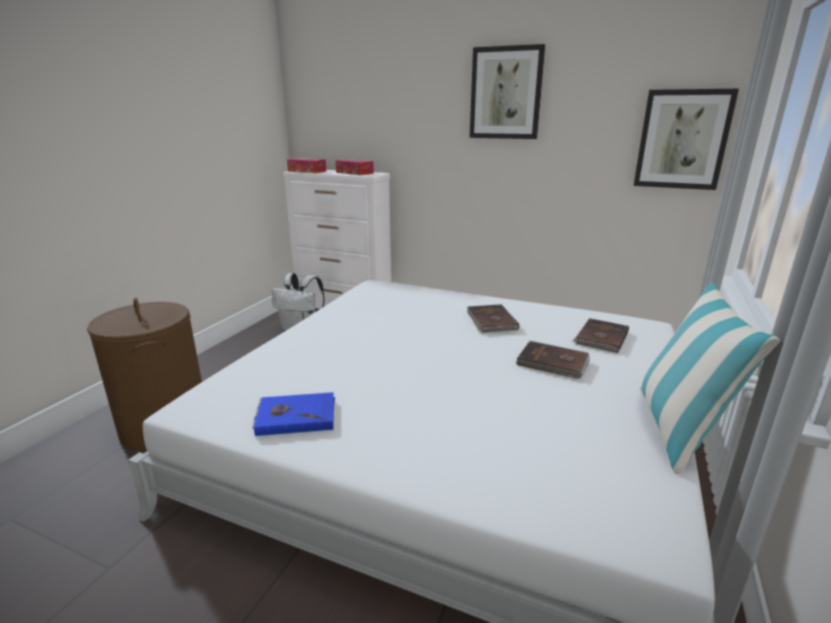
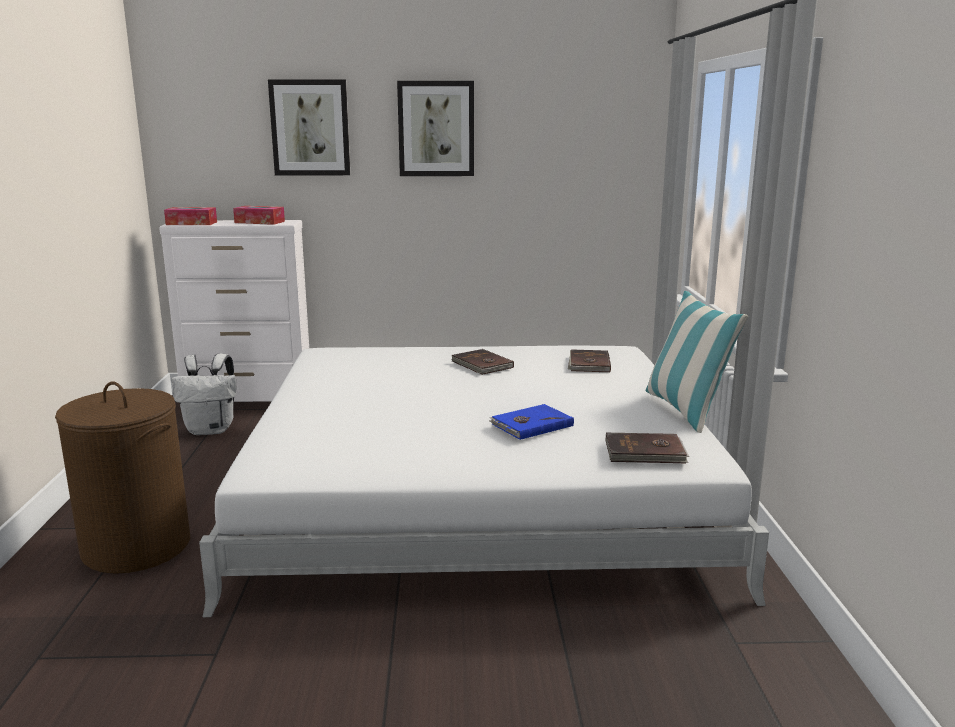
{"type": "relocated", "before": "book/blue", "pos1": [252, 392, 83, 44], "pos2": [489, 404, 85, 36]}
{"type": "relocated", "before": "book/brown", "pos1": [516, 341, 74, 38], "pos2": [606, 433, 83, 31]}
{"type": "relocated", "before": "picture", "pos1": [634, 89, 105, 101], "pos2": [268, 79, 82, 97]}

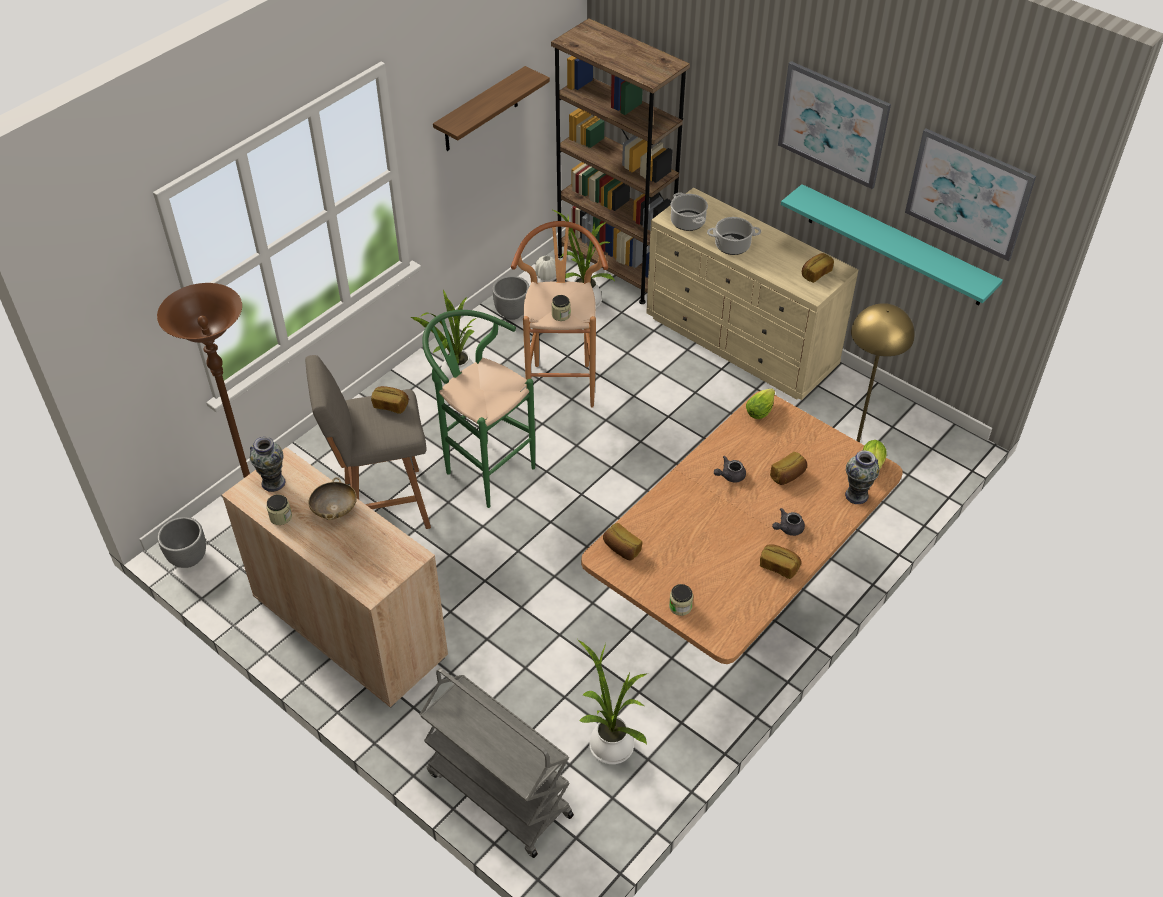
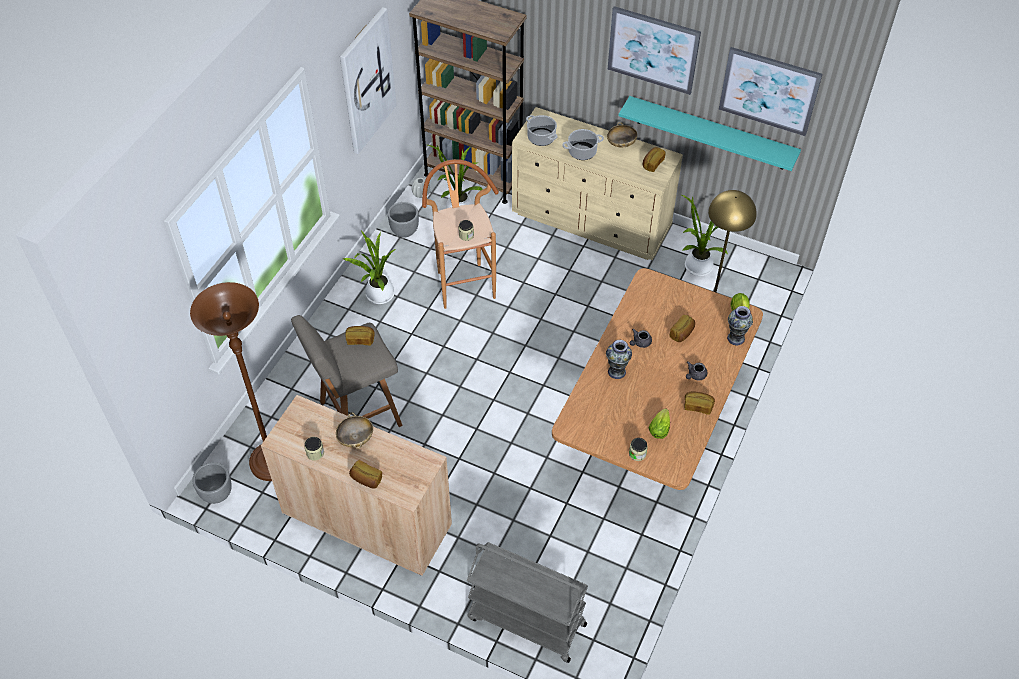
{"type": "relocated", "before": "vase", "pos1": [250, 437, 36, 55], "pos2": [606, 340, 26, 39]}
{"type": "missing", "before": "stool/green", "pos1": [422, 310, 113, 198]}
{"type": "exchanged", "before": "shelf", "after": "picture", "pos1": [433, 66, 117, 85], "pos2": [340, 7, 57, 147]}
{"type": "relocated", "before": "potted plant", "pos1": [578, 640, 70, 124], "pos2": [680, 194, 48, 82]}
{"type": "relocated", "before": "bread", "pos1": [603, 523, 39, 37], "pos2": [349, 460, 33, 29]}
{"type": "relocated", "before": "lettuce", "pos1": [746, 389, 29, 30], "pos2": [649, 408, 21, 31]}
{"type": "appeared", "after": "bowl/beige", "pos2": [607, 122, 30, 25]}

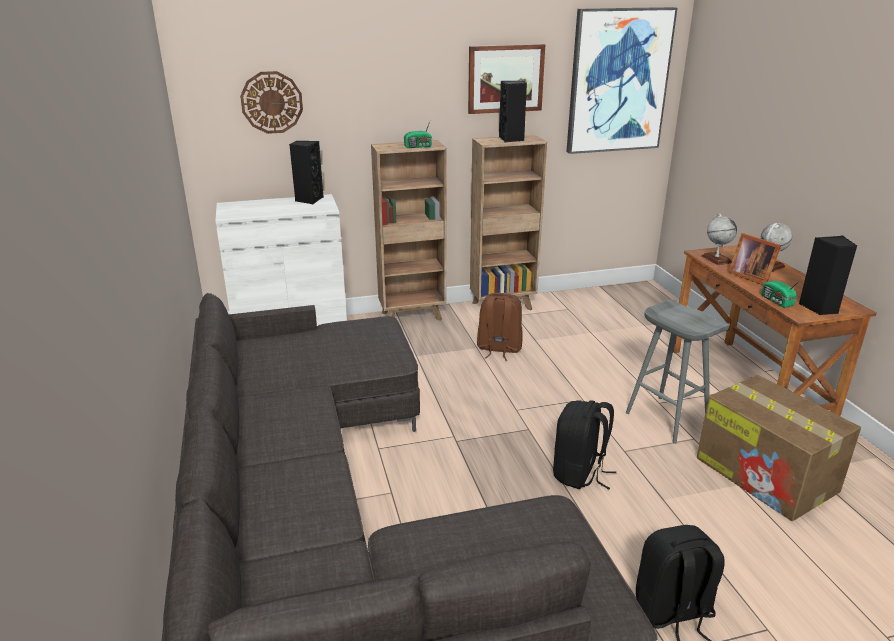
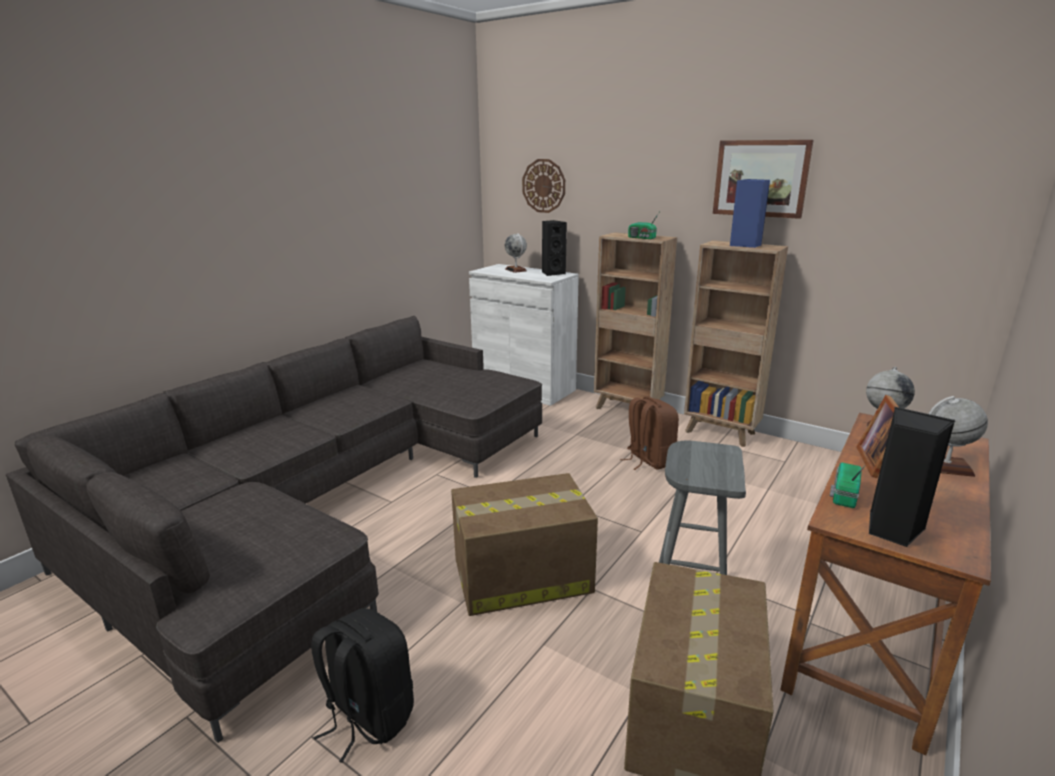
{"type": "colour", "before": "speaker/black", "after": "speaker/blue", "pos1": [499, 81, 28, 61], "pos2": [730, 179, 40, 69]}
{"type": "exchanged", "before": "backpack/black", "after": "cardboard box", "pos1": [553, 400, 63, 89], "pos2": [451, 473, 147, 143]}
{"type": "missing", "before": "picture", "pos1": [566, 7, 112, 147]}
{"type": "appeared", "after": "globe", "pos2": [505, 233, 22, 40]}

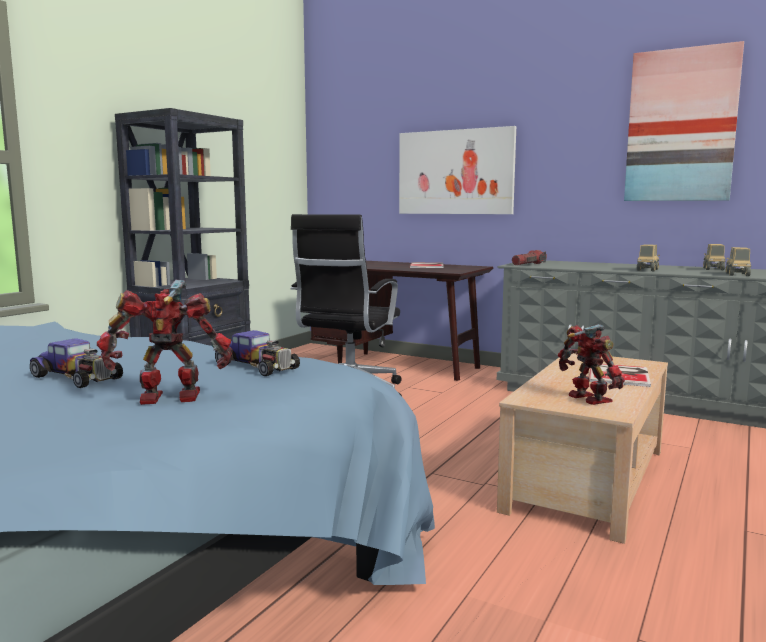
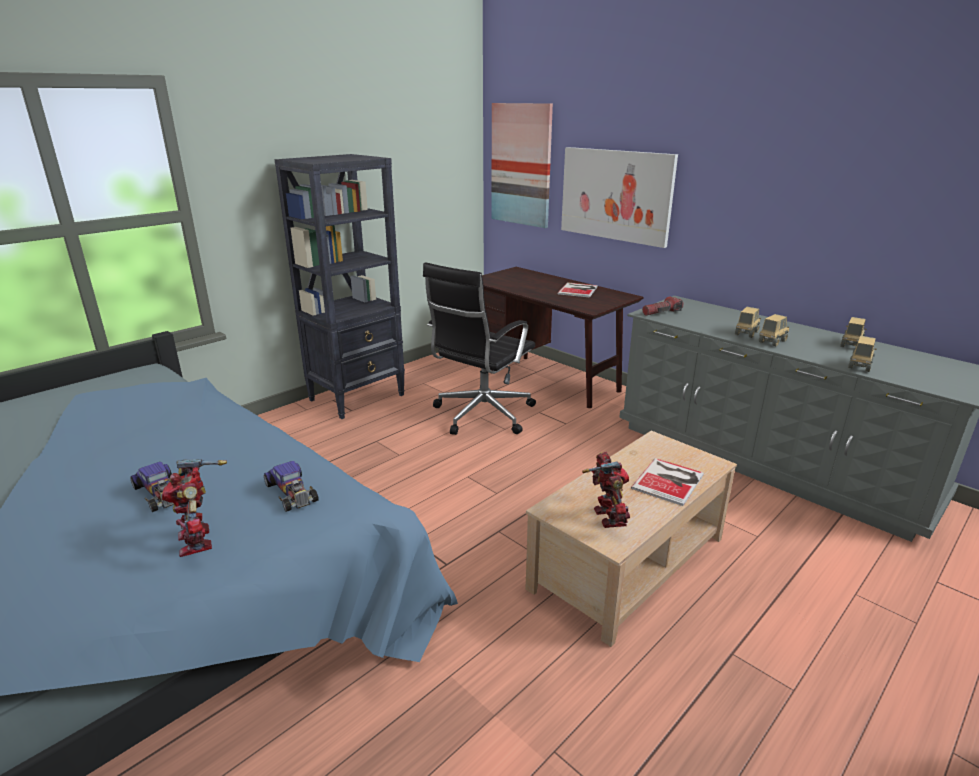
{"type": "spun", "before": "toy robot", "pos1": [97, 280, 135, 125], "pos2": [162, 459, 65, 98], "turn": -120}
{"type": "relocated", "before": "picture", "pos1": [624, 41, 120, 160], "pos2": [492, 103, 61, 125]}
{"type": "appeared", "after": "toy truck", "pos2": [735, 307, 26, 31]}

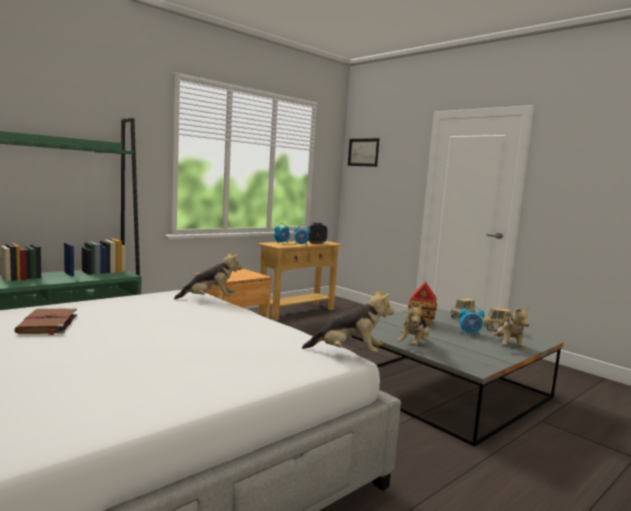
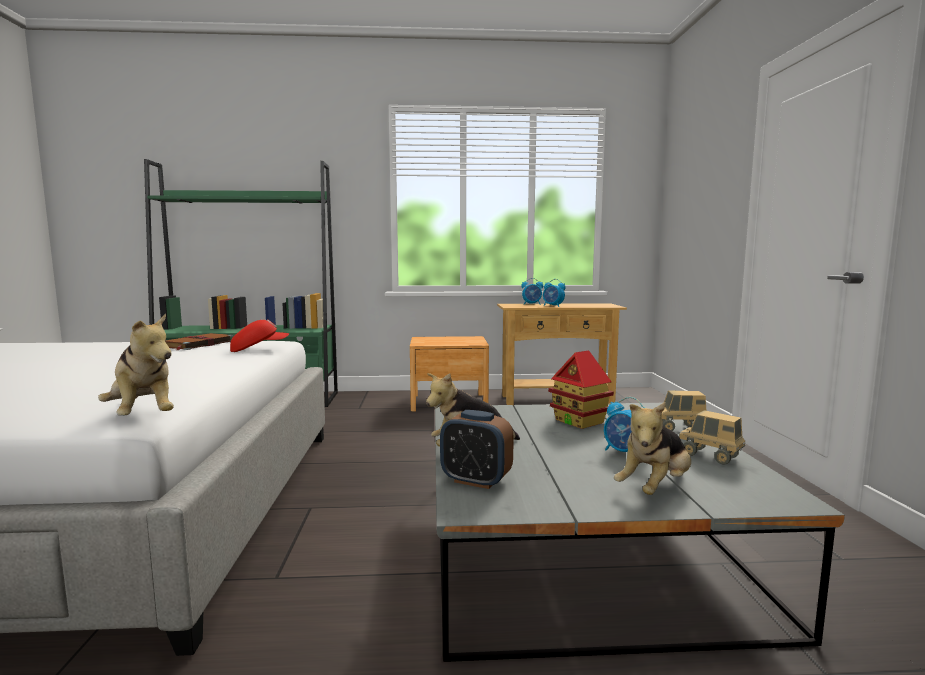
{"type": "relocated", "before": "book/brown", "pos1": [14, 308, 63, 28], "pos2": [165, 333, 69, 17]}
{"type": "exchanged", "before": "plush toy", "after": "cap/red", "pos1": [174, 251, 68, 48], "pos2": [230, 319, 59, 33]}
{"type": "relocated", "before": "alarm clock", "pos1": [307, 223, 21, 21], "pos2": [440, 410, 74, 79]}
{"type": "missing", "before": "picture", "pos1": [348, 138, 31, 29]}

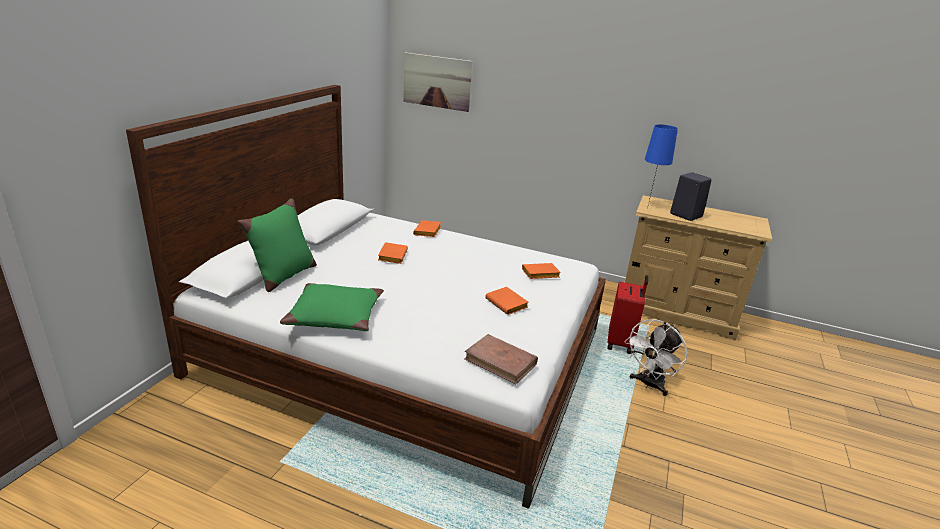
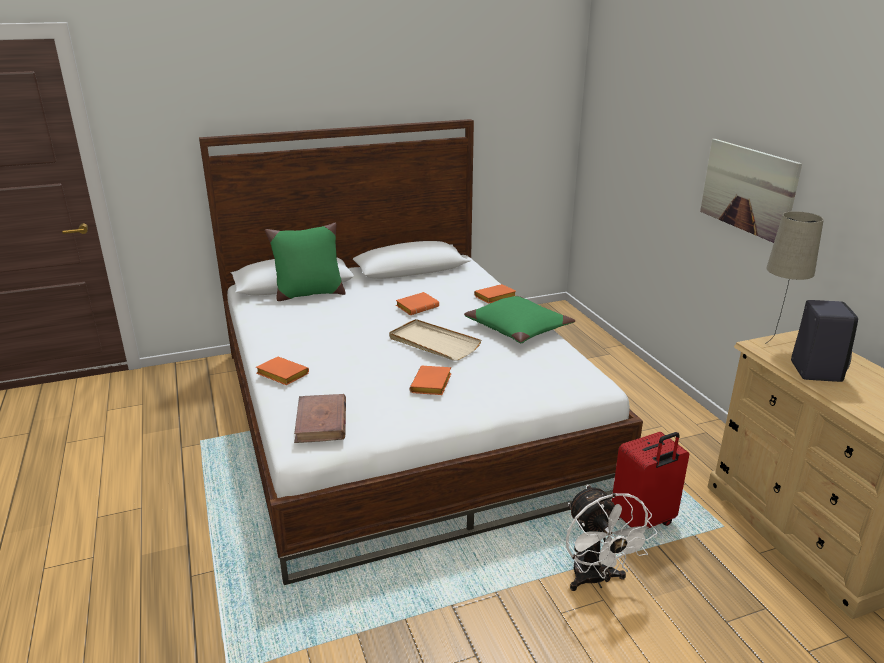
{"type": "relocated", "before": "pillow/green", "pos1": [280, 283, 104, 48], "pos2": [464, 296, 111, 47]}
{"type": "relocated", "before": "picture", "pos1": [403, 52, 70, 60], "pos2": [700, 139, 102, 104]}
{"type": "relocated", "before": "book/orange", "pos1": [522, 263, 39, 16], "pos2": [256, 357, 53, 28]}
{"type": "spun", "before": "fan/white", "pos1": [624, 319, 63, 77], "pos2": [566, 485, 92, 106], "turn": -105}
{"type": "colour", "before": "table lamp/blue", "after": "table lamp/beige", "pos1": [645, 124, 33, 84], "pos2": [765, 211, 59, 133]}
{"type": "appeared", "after": "tray/beige", "pos2": [389, 319, 92, 42]}

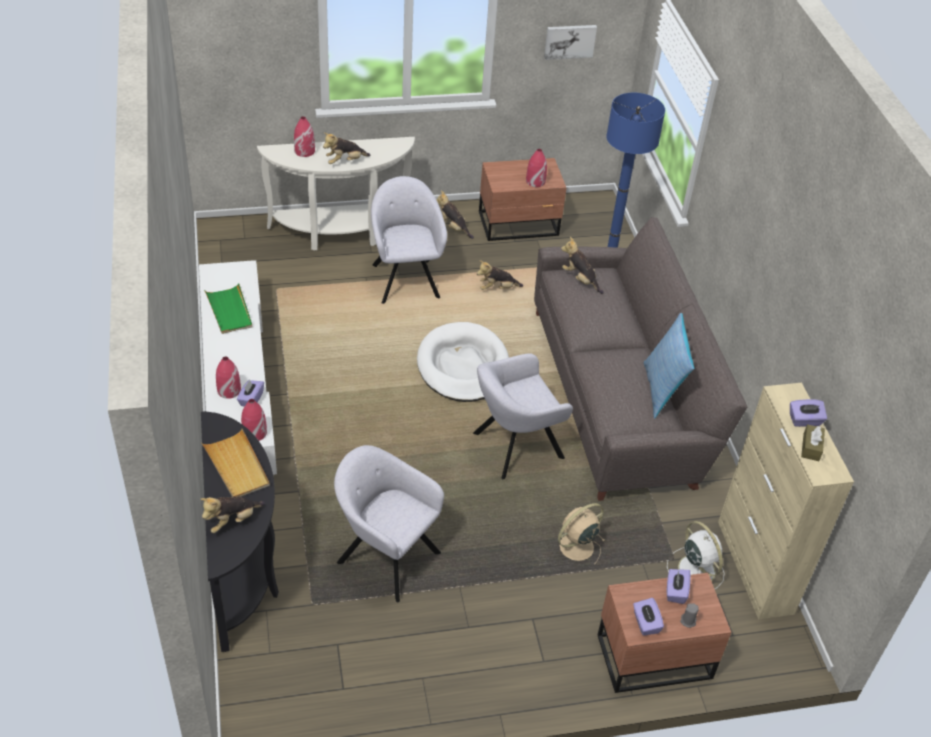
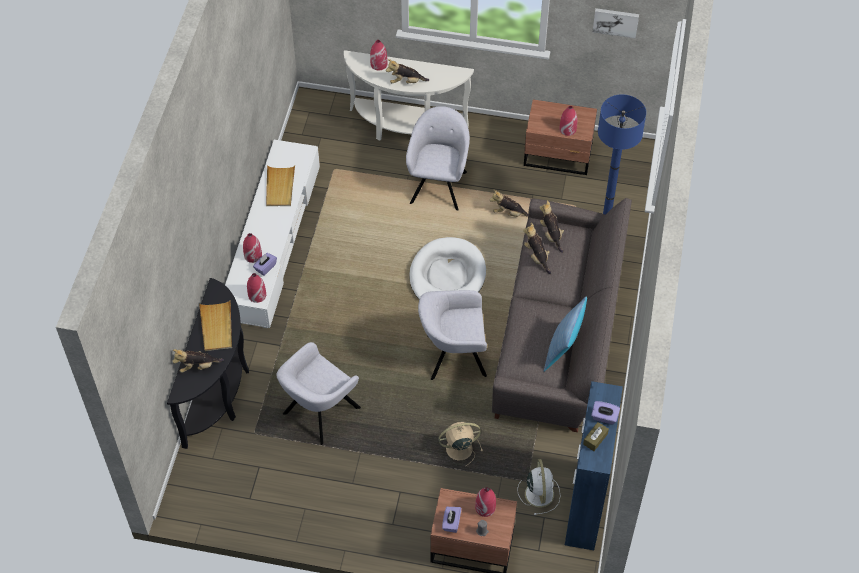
{"type": "colour", "before": "tray/green", "after": "tray/beige", "pos1": [204, 283, 49, 51], "pos2": [266, 165, 29, 41]}
{"type": "spun", "before": "armchair/grey", "pos1": [334, 445, 110, 157], "pos2": [276, 342, 85, 103], "turn": -105}
{"type": "relocated", "before": "plush toy", "pos1": [436, 190, 38, 49], "pos2": [523, 223, 28, 51]}
{"type": "exchanged", "before": "tissue box/purple", "after": "vase/red", "pos1": [667, 569, 24, 35], "pos2": [475, 487, 21, 30]}
{"type": "colour", "before": "cabinet/beige", "after": "cabinet/blue", "pos1": [718, 383, 136, 236], "pos2": [565, 381, 58, 169]}

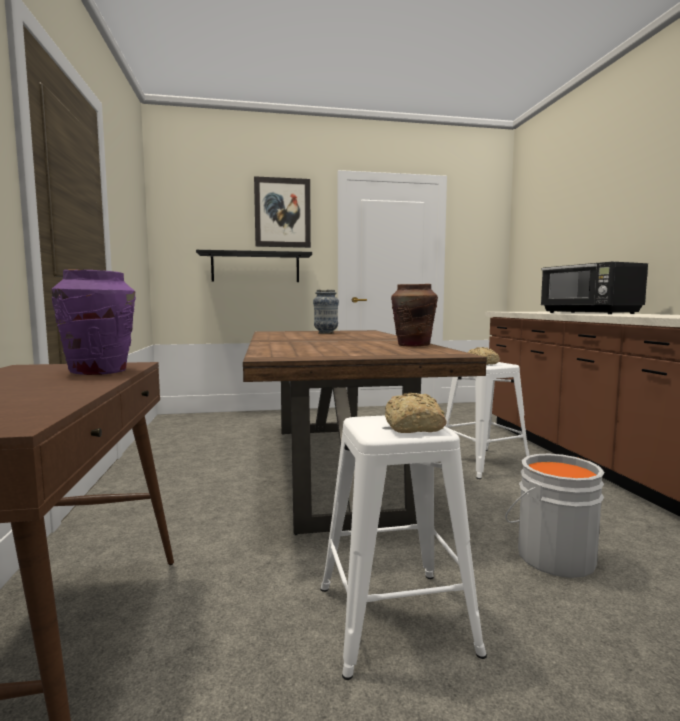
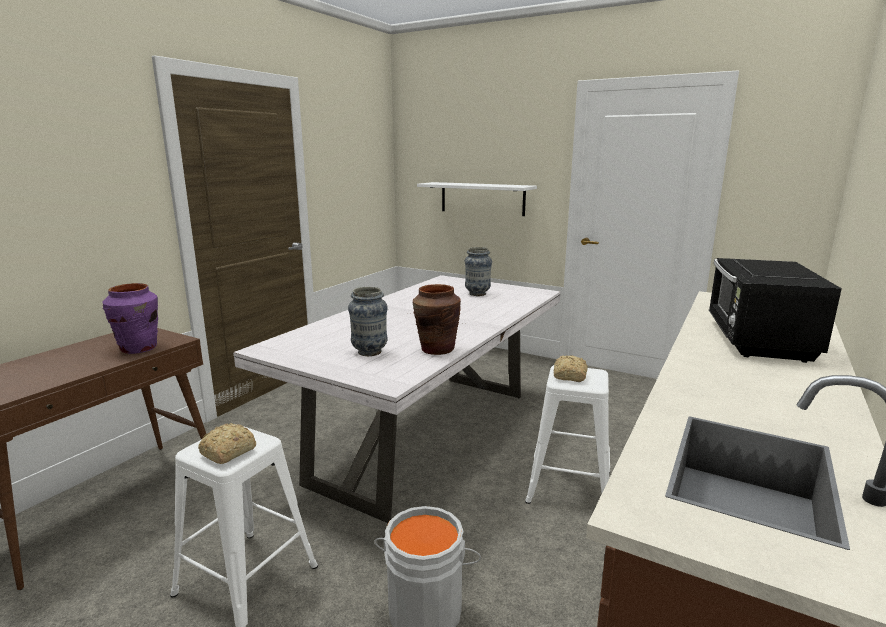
{"type": "colour", "before": "shelf/black", "after": "shelf/white", "pos1": [196, 250, 116, 32], "pos2": [417, 182, 120, 34]}
{"type": "colour", "before": "dining table/brown", "after": "dining table/white", "pos1": [243, 330, 244, 205], "pos2": [233, 275, 328, 248]}
{"type": "missing", "before": "picture", "pos1": [254, 176, 57, 72]}
{"type": "appeared", "after": "vase", "pos2": [348, 287, 40, 69]}

